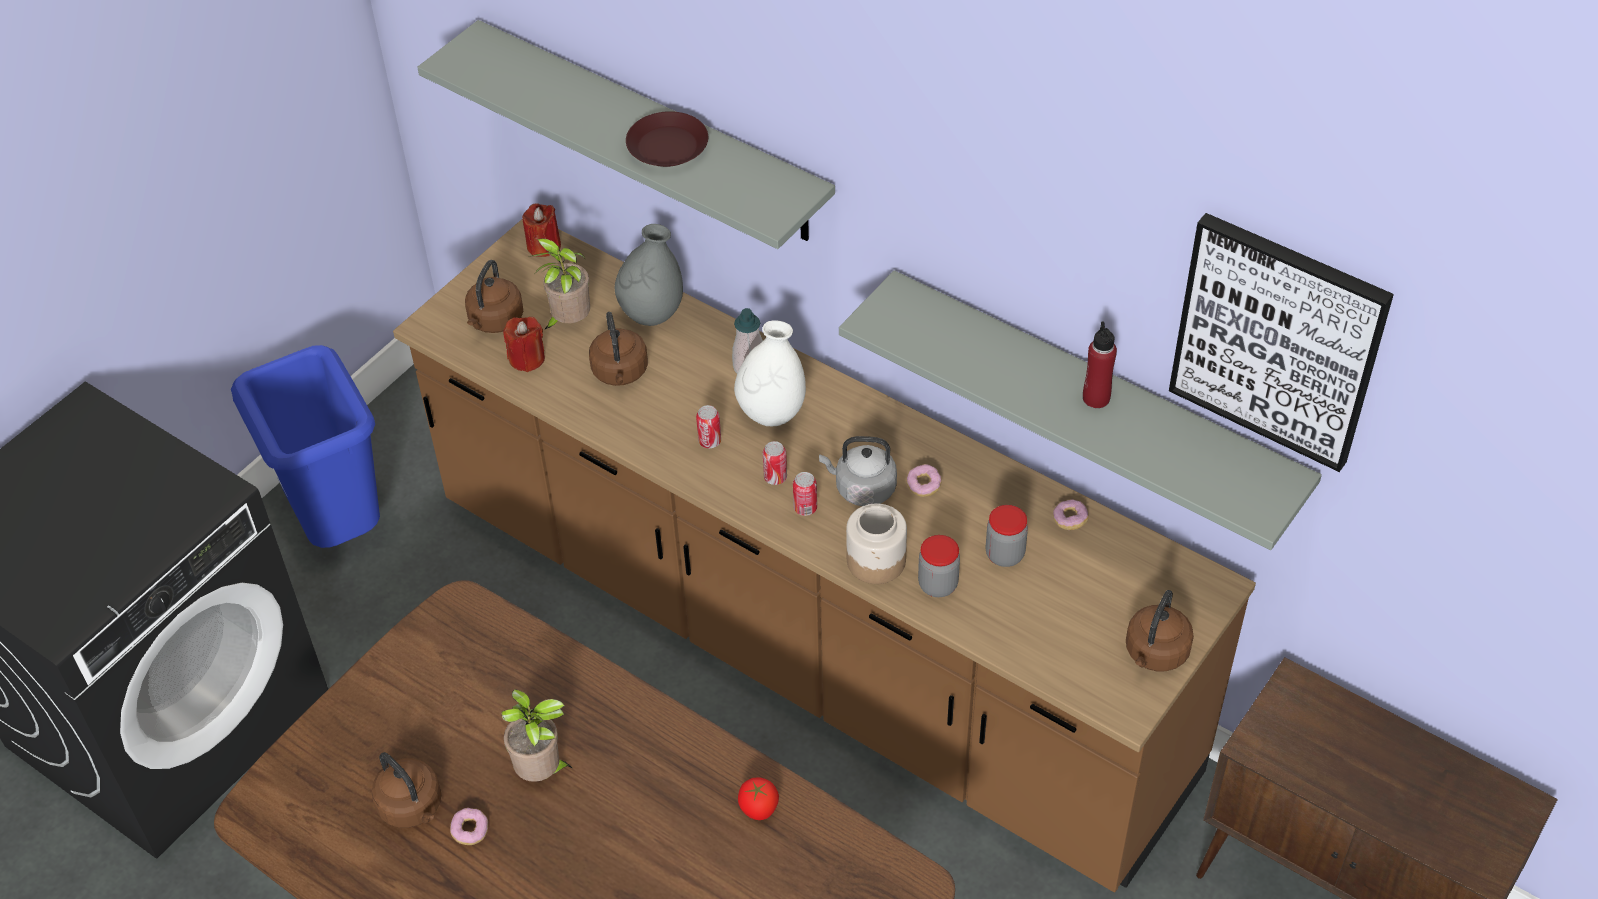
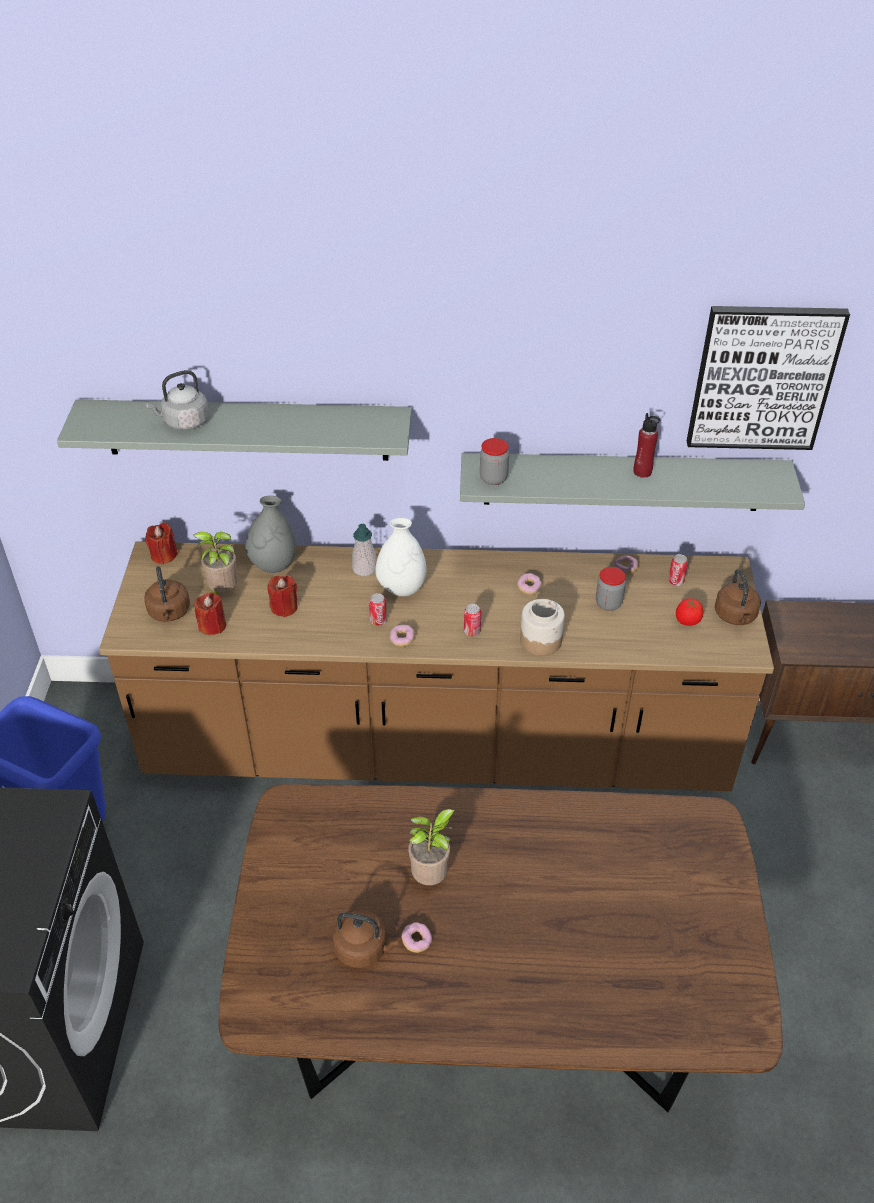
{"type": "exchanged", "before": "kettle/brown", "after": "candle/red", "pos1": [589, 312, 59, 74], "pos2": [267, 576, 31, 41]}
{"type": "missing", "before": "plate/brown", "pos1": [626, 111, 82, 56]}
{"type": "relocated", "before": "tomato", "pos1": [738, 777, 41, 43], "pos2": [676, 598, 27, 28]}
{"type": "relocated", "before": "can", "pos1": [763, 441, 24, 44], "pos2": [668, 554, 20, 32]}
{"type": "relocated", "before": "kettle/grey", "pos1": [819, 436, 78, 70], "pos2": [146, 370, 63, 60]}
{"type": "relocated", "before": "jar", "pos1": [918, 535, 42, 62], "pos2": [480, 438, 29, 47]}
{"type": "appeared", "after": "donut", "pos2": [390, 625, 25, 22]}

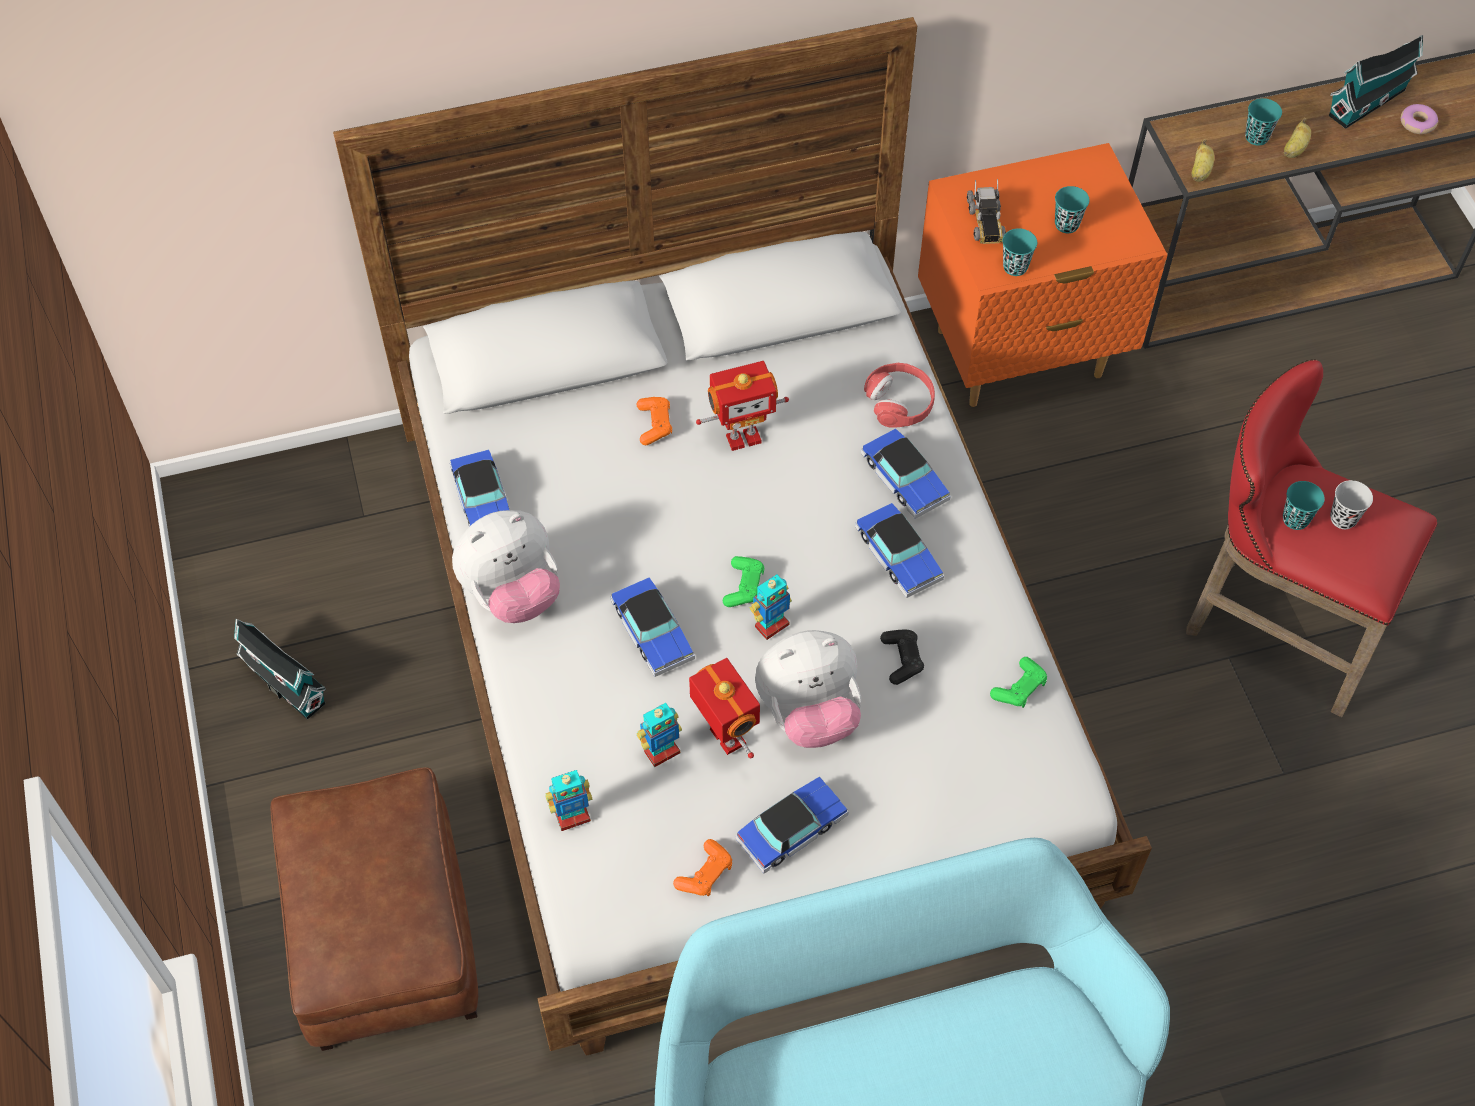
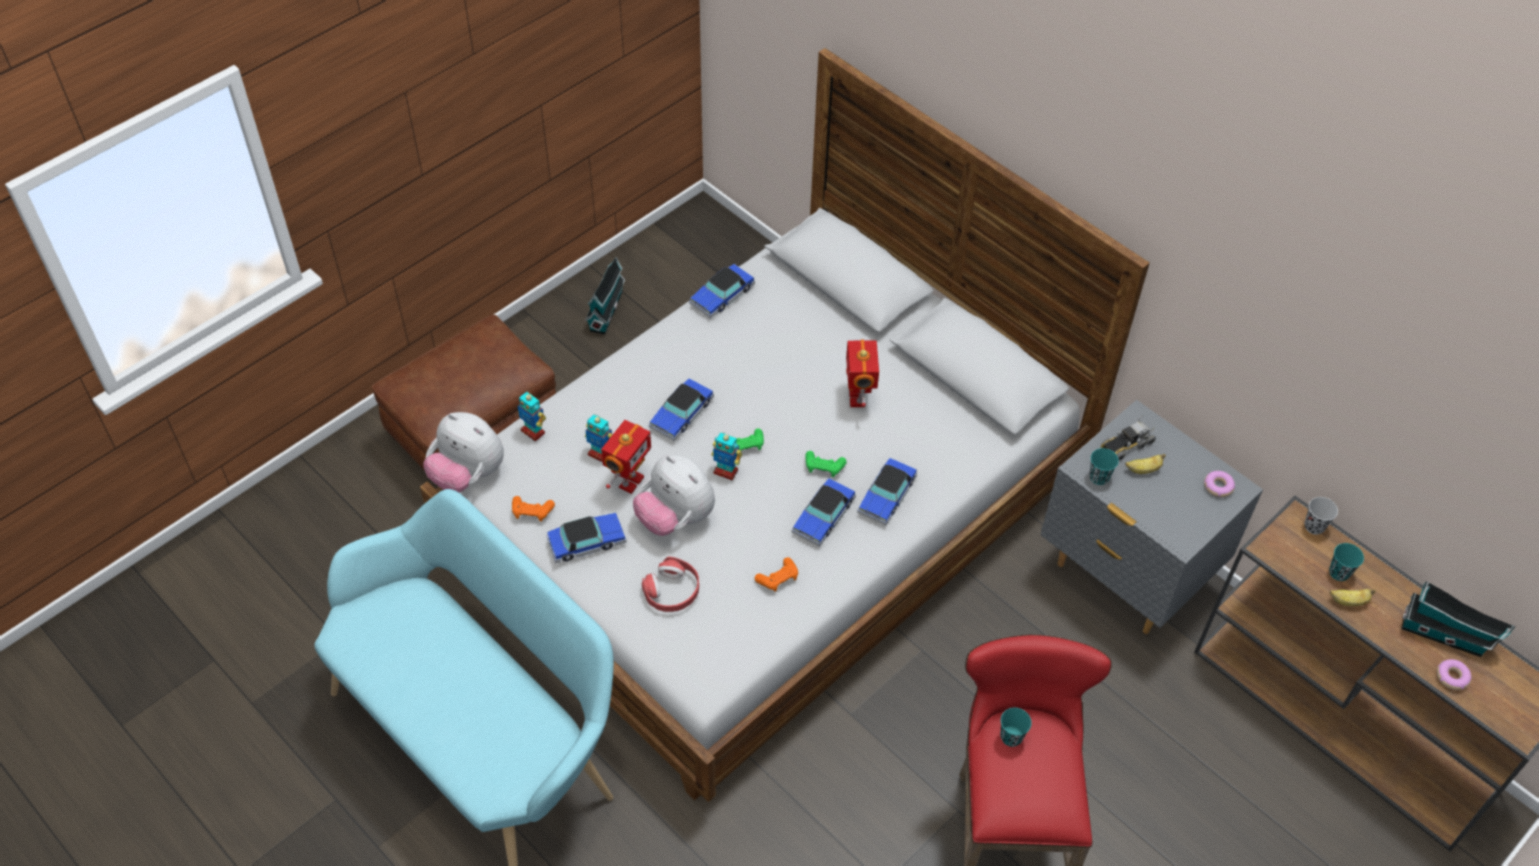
{"type": "relocated", "before": "plush toy", "pos1": [452, 510, 108, 113], "pos2": [423, 412, 81, 80]}
{"type": "relocated", "before": "game controller/orange", "pos1": [636, 397, 36, 48], "pos2": [755, 557, 43, 35]}
{"type": "spun", "before": "toy robot", "pos1": [696, 361, 93, 90], "pos2": [846, 340, 33, 67], "turn": 45}
{"type": "spun", "before": "toy car", "pos1": [736, 777, 113, 96], "pos2": [547, 513, 80, 50], "turn": -45}
{"type": "relocated", "before": "headphones/red", "pos1": [864, 363, 71, 65], "pos2": [642, 557, 57, 55]}
{"type": "missing", "before": "game controller/black", "pos1": [880, 630, 44, 55]}
{"type": "colour", "before": "nightstand/orange", "after": "nightstand/grey", "pos1": [918, 143, 249, 264], "pos2": [1041, 400, 222, 234]}
{"type": "relocated", "before": "game controller/green", "pos1": [990, 657, 57, 51], "pos2": [805, 451, 42, 26]}
{"type": "missing", "before": "cup/turquoise", "pos1": [1055, 186, 35, 47]}
{"type": "relocated", "before": "banana", "pos1": [1192, 139, 22, 43], "pos2": [1125, 454, 40, 20]}
{"type": "relocated", "before": "cup/black", "pos1": [1330, 480, 43, 49], "pos2": [1304, 497, 34, 38]}
{"type": "appeared", "after": "donut", "pos2": [1204, 471, 31, 26]}

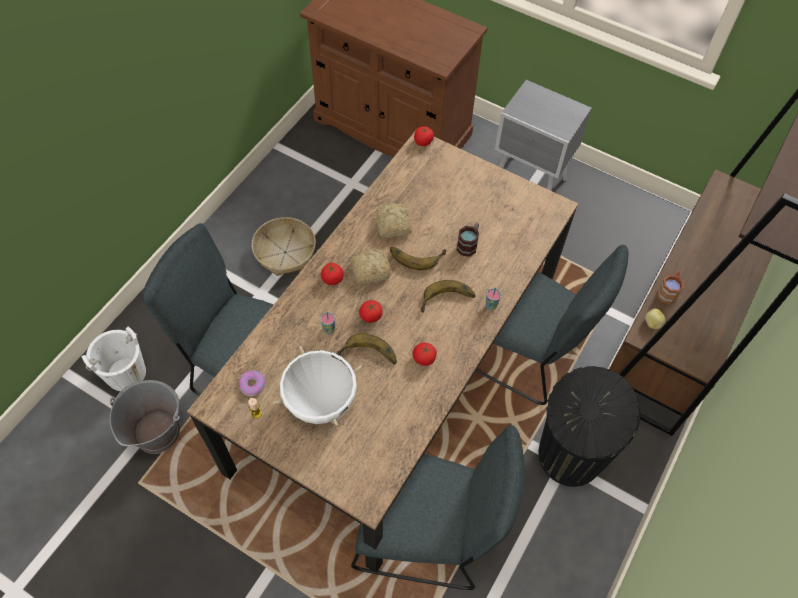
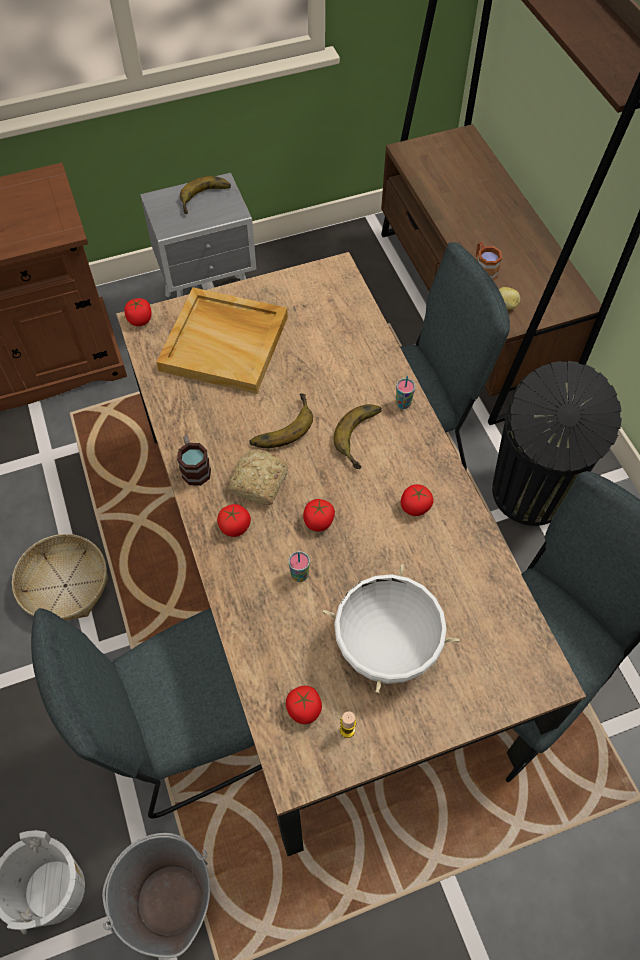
{"type": "exchanged", "before": "donut", "after": "tomato", "pos1": [239, 371, 26, 25], "pos2": [286, 686, 36, 38]}
{"type": "relocated", "before": "banana", "pos1": [337, 334, 60, 31], "pos2": [180, 176, 51, 38]}
{"type": "missing", "before": "bread", "pos1": [376, 203, 36, 35]}
{"type": "relocated", "before": "mug", "pos1": [457, 222, 22, 35], "pos2": [177, 435, 34, 51]}
{"type": "appeared", "after": "tray/beige", "pos2": [156, 287, 132, 107]}

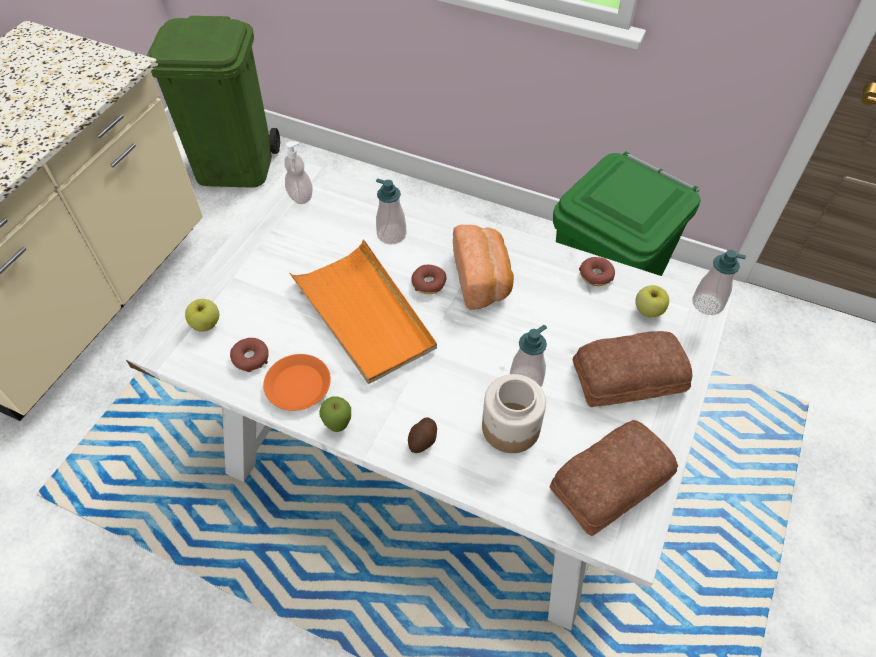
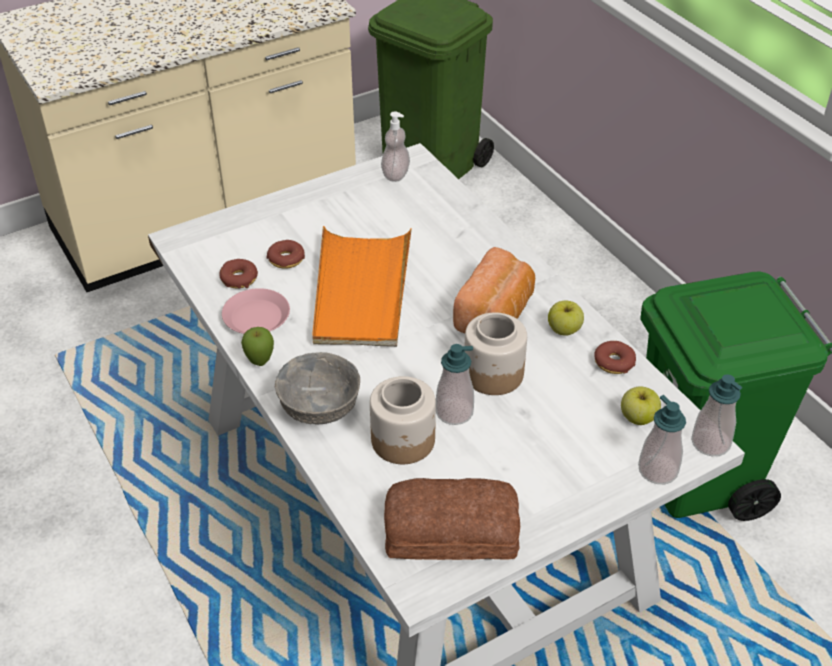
{"type": "relocated", "before": "apple", "pos1": [185, 299, 34, 33], "pos2": [548, 301, 36, 35]}
{"type": "colour", "before": "plate/orange", "after": "plate/pink", "pos1": [263, 354, 68, 57], "pos2": [222, 288, 68, 46]}
{"type": "relocated", "before": "soap dispenser", "pos1": [376, 178, 31, 67], "pos2": [638, 395, 48, 89]}
{"type": "exchanged", "before": "potato", "after": "bowl/grey", "pos1": [408, 417, 29, 36], "pos2": [275, 352, 85, 72]}
{"type": "relocated", "before": "donut", "pos1": [411, 265, 35, 29], "pos2": [266, 240, 39, 29]}
{"type": "missing", "before": "bread", "pos1": [573, 331, 119, 76]}
{"type": "appeared", "after": "jar", "pos2": [465, 312, 62, 83]}

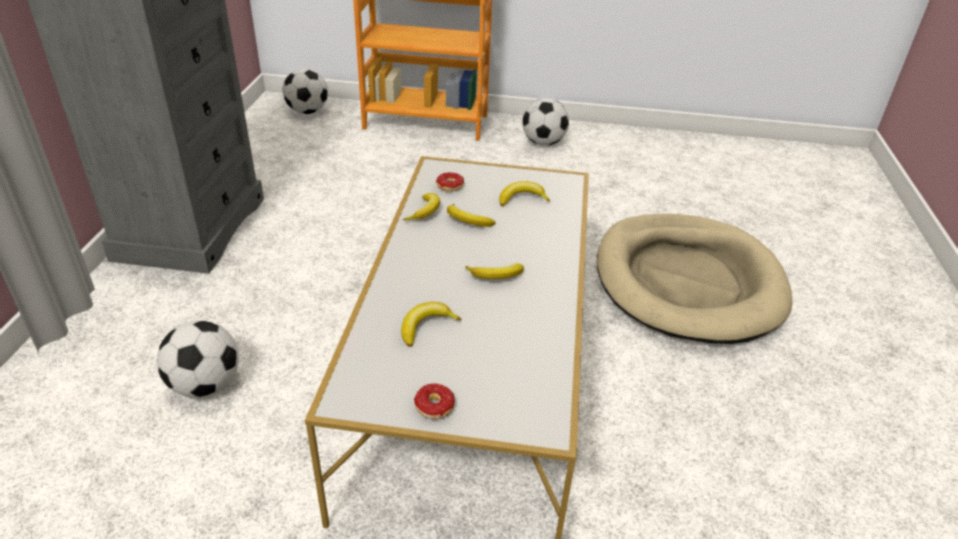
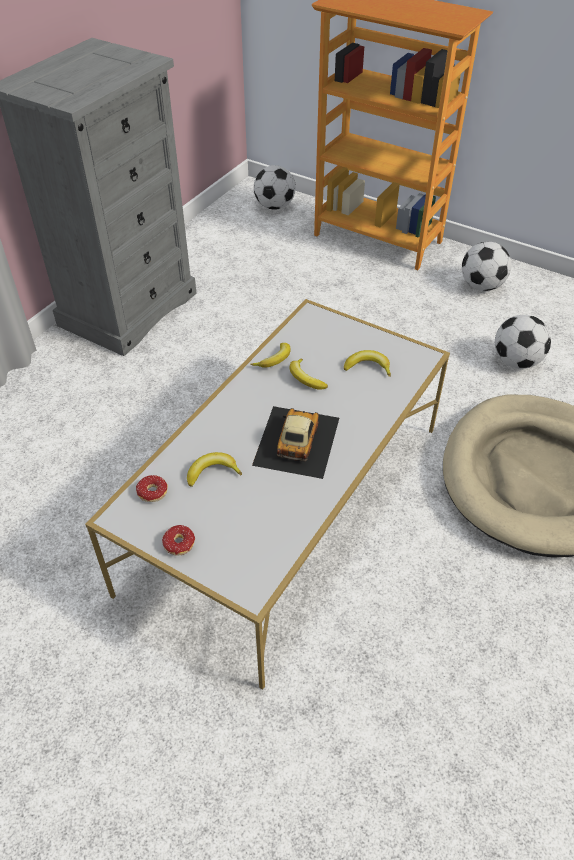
{"type": "relocated", "before": "football", "pos1": [157, 321, 82, 77], "pos2": [495, 315, 56, 54]}
{"type": "relocated", "before": "donut", "pos1": [436, 172, 28, 20], "pos2": [136, 475, 32, 27]}
{"type": "exchanged", "before": "banana", "after": "toy car", "pos1": [465, 263, 59, 16], "pos2": [252, 406, 87, 73]}

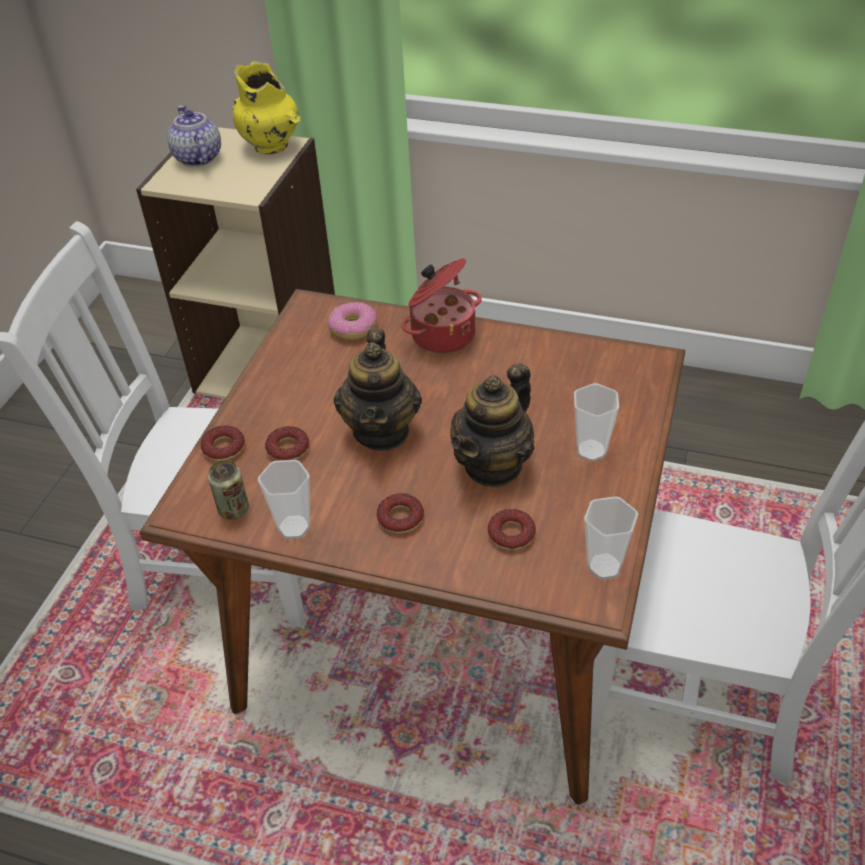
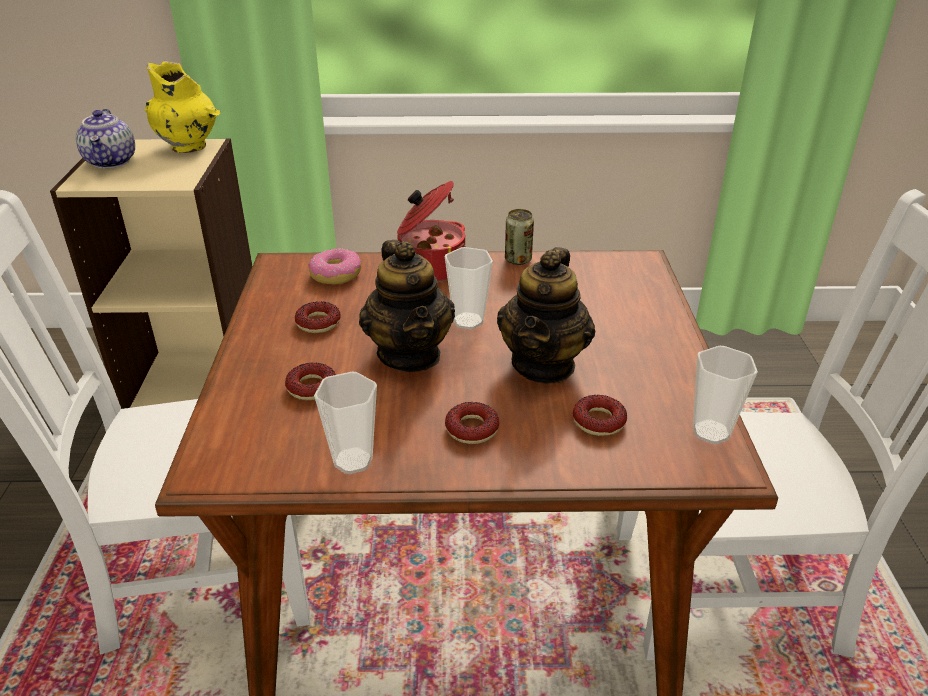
{"type": "spun", "before": "teapot", "pos1": [167, 105, 54, 62], "pos2": [76, 109, 59, 59], "turn": -150}
{"type": "relocated", "before": "donut", "pos1": [201, 425, 44, 36], "pos2": [295, 301, 46, 32]}
{"type": "relocated", "before": "can", "pos1": [208, 460, 41, 60], "pos2": [505, 209, 29, 56]}
{"type": "relocated", "before": "cup", "pos1": [574, 383, 45, 79], "pos2": [444, 247, 49, 82]}

